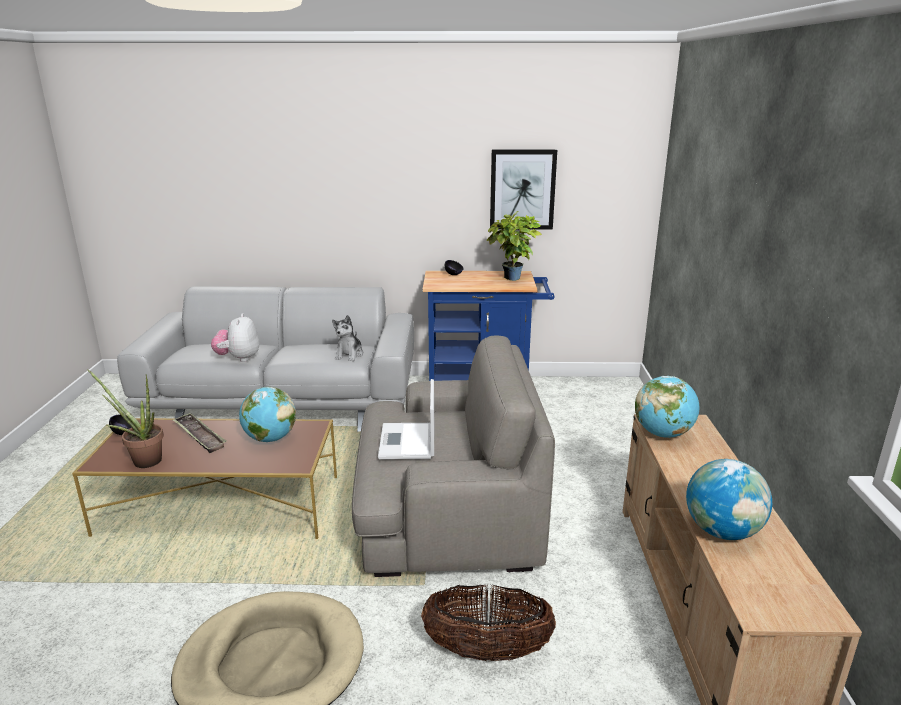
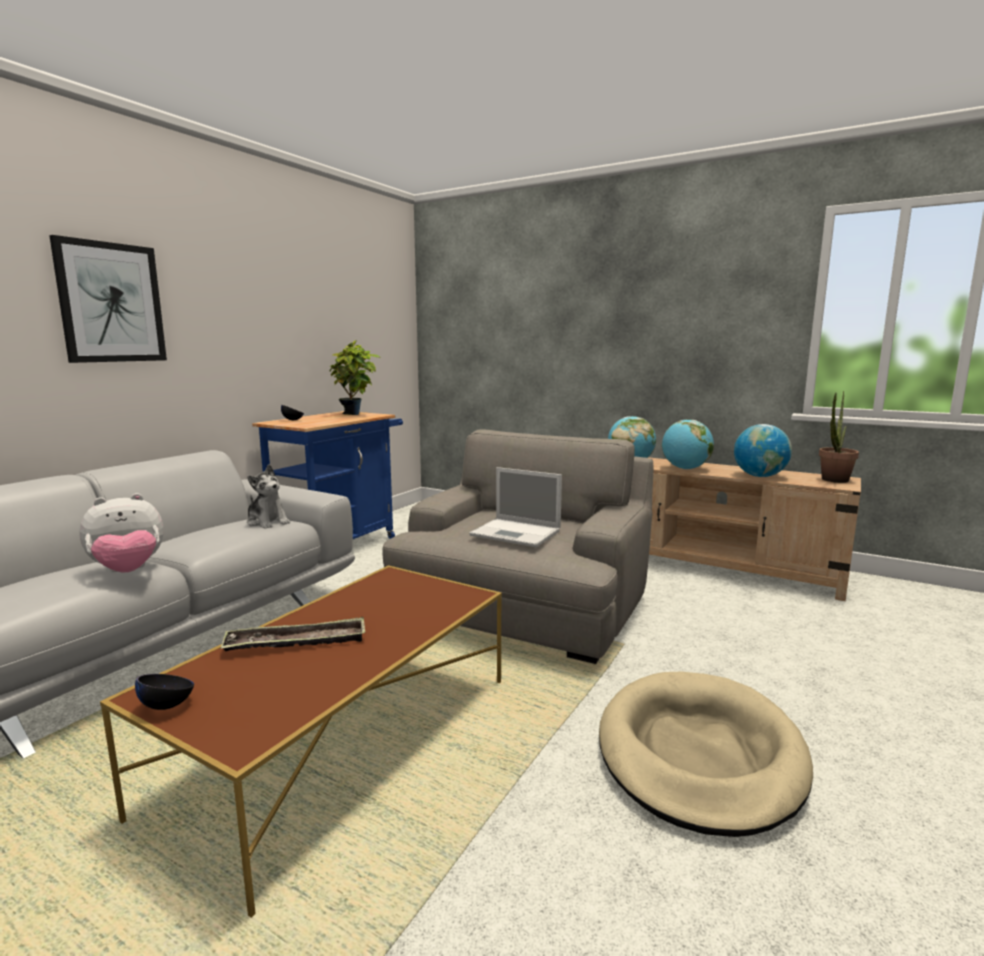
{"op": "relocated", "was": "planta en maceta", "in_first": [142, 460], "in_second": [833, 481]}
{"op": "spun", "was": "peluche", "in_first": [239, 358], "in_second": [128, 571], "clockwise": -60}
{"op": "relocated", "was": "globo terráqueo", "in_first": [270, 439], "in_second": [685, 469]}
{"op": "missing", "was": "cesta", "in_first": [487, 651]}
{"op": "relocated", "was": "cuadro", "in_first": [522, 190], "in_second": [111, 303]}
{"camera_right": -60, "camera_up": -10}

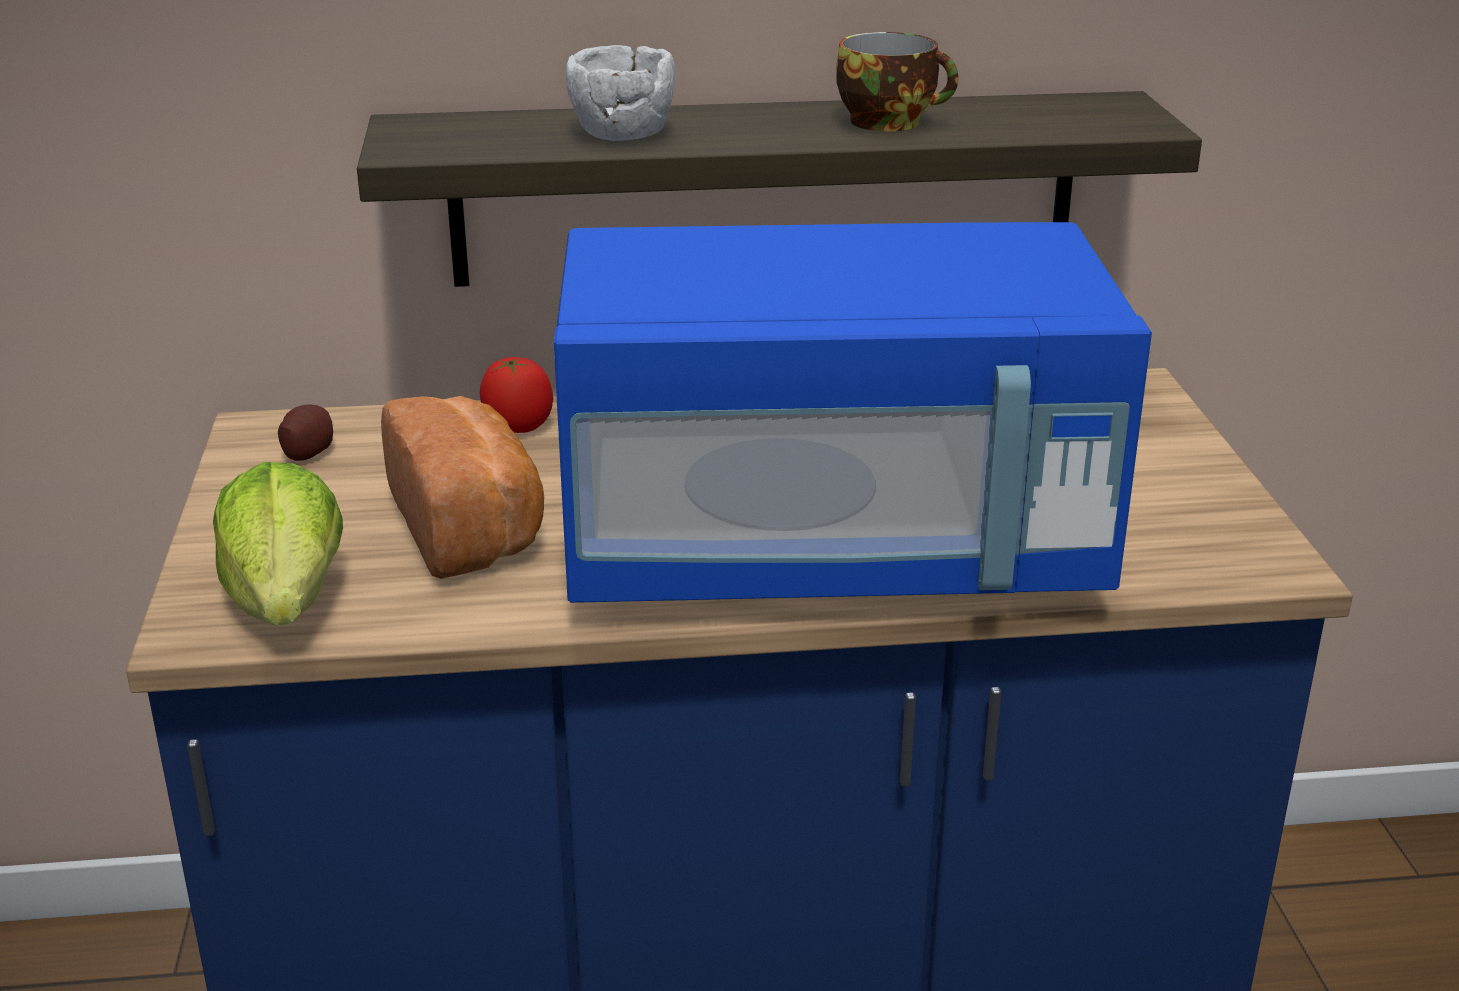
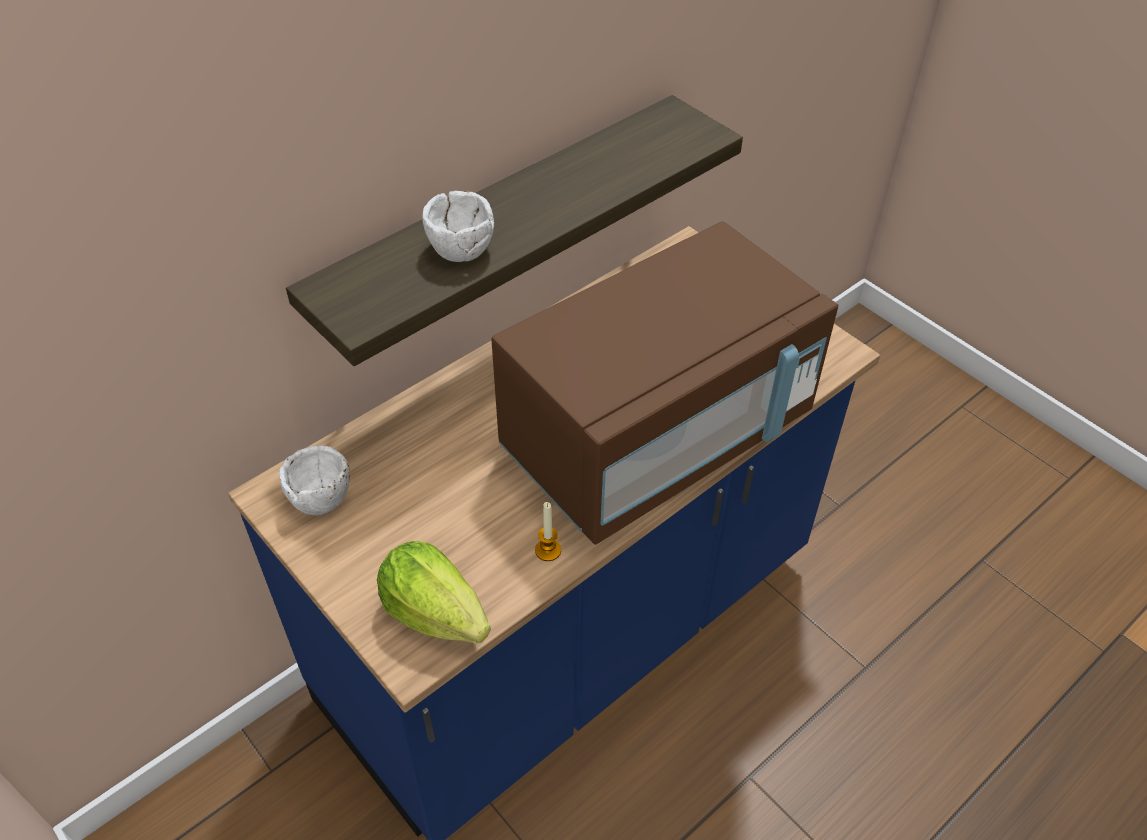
{"op": "exchanged", "was": "patata", "now": "cuenco/blanco", "in_first": [308, 451], "in_second": [321, 498]}
{"op": "missing", "was": "pan", "in_first": [472, 528]}
{"op": "missing", "was": "tomate", "in_first": [517, 427]}
{"op": "colour", "was": "microondas/azul", "now": "microondas/marrón", "in_first": [832, 551], "in_second": [657, 437]}
{"op": "missing", "was": "taza", "in_first": [891, 122]}
{"op": "appeared", "now": "vela", "in_second": [548, 550]}
{"camera_right": -35, "camera_up": 20}

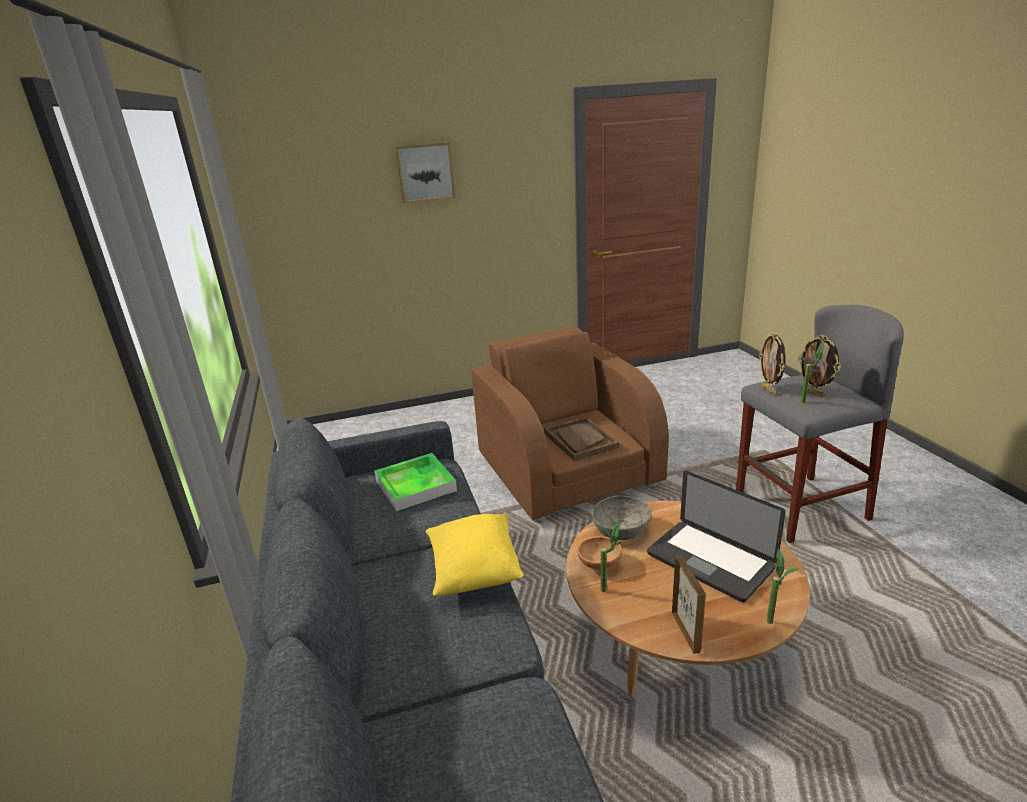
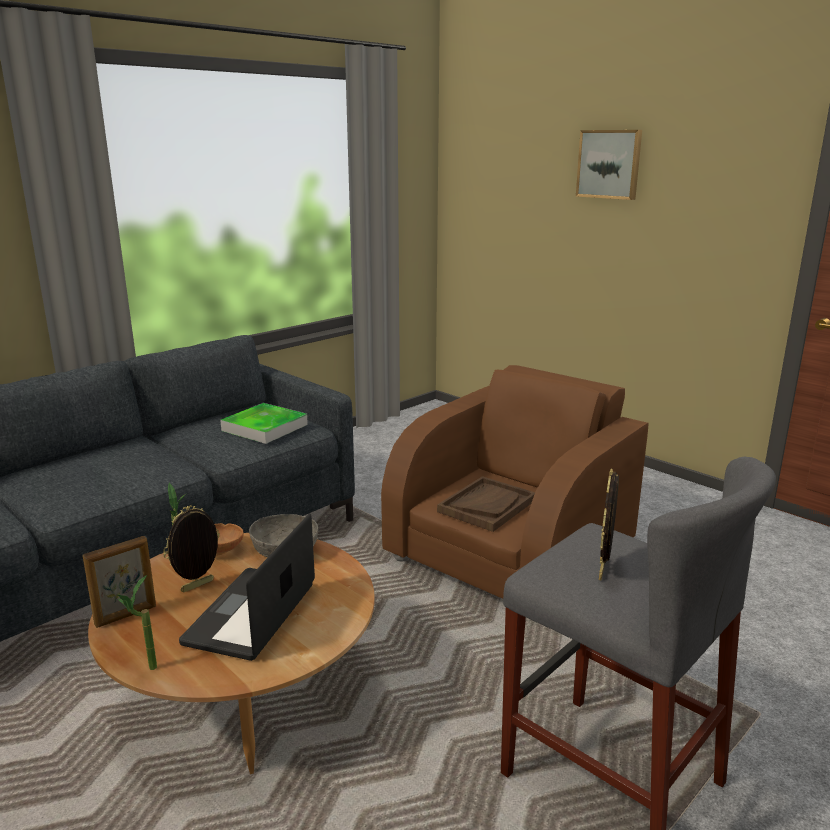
{"op": "missing", "was": "cojín/amarillo", "in_first": [474, 571]}
{"op": "relocated", "was": "portarretratos", "in_first": [769, 390], "in_second": [198, 586]}
{"op": "missing", "was": "planta en maceta", "in_first": [807, 401]}
{"camera_right": 60, "camera_up": -5}

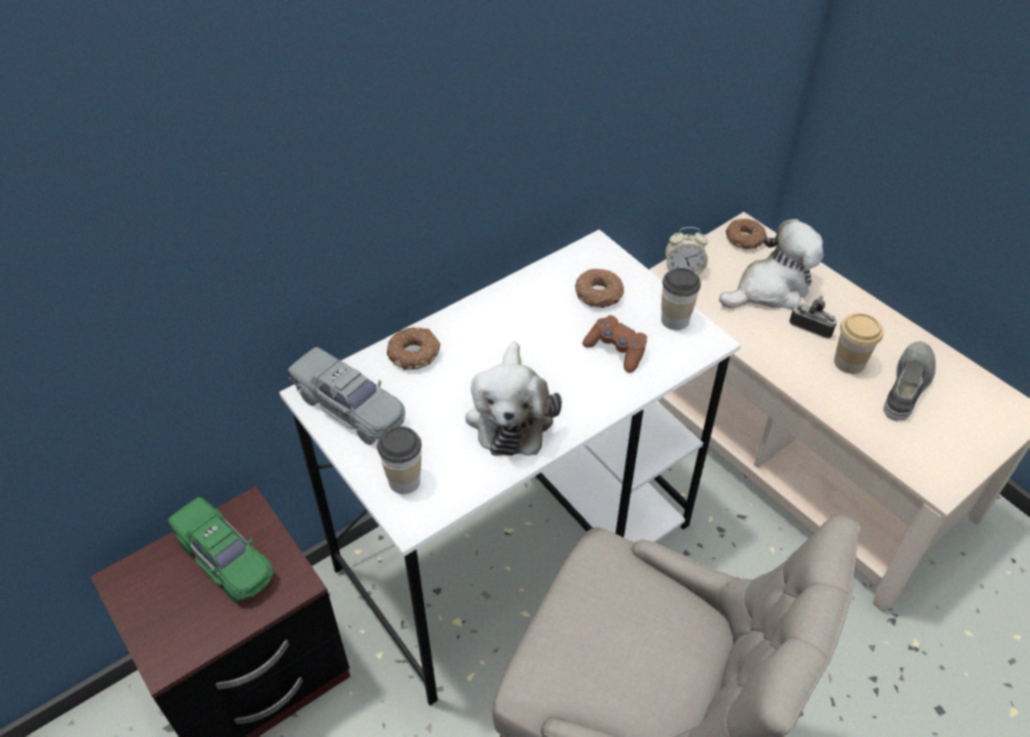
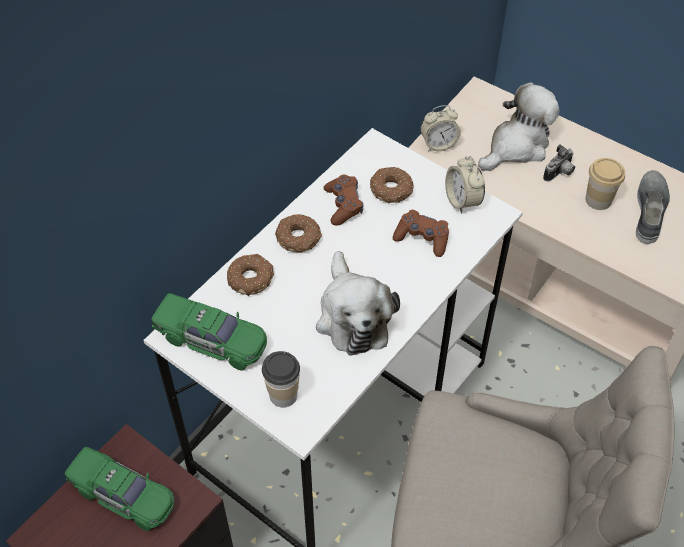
{"op": "colour", "was": "coche de juguete/gris", "now": "coche de juguete/verde", "in_first": [350, 407], "in_second": [212, 340]}
{"op": "exchanged", "was": "taza", "now": "despertador", "in_first": [675, 320], "in_second": [462, 201]}
{"op": "relocated", "was": "rosquilla", "in_first": [745, 239], "in_second": [299, 238]}
{"op": "spun", "was": "cámara", "in_first": [811, 326], "in_second": [559, 173], "clockwise": 120}
{"op": "appeared", "now": "mando de consola/marrón", "in_second": [343, 205]}
{"camera_right": -15, "camera_up": 5}

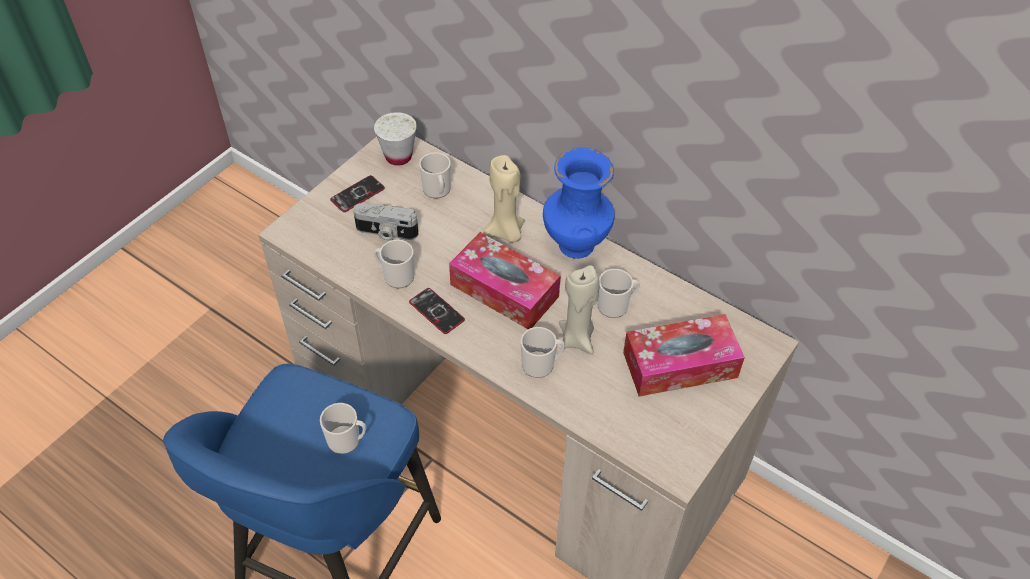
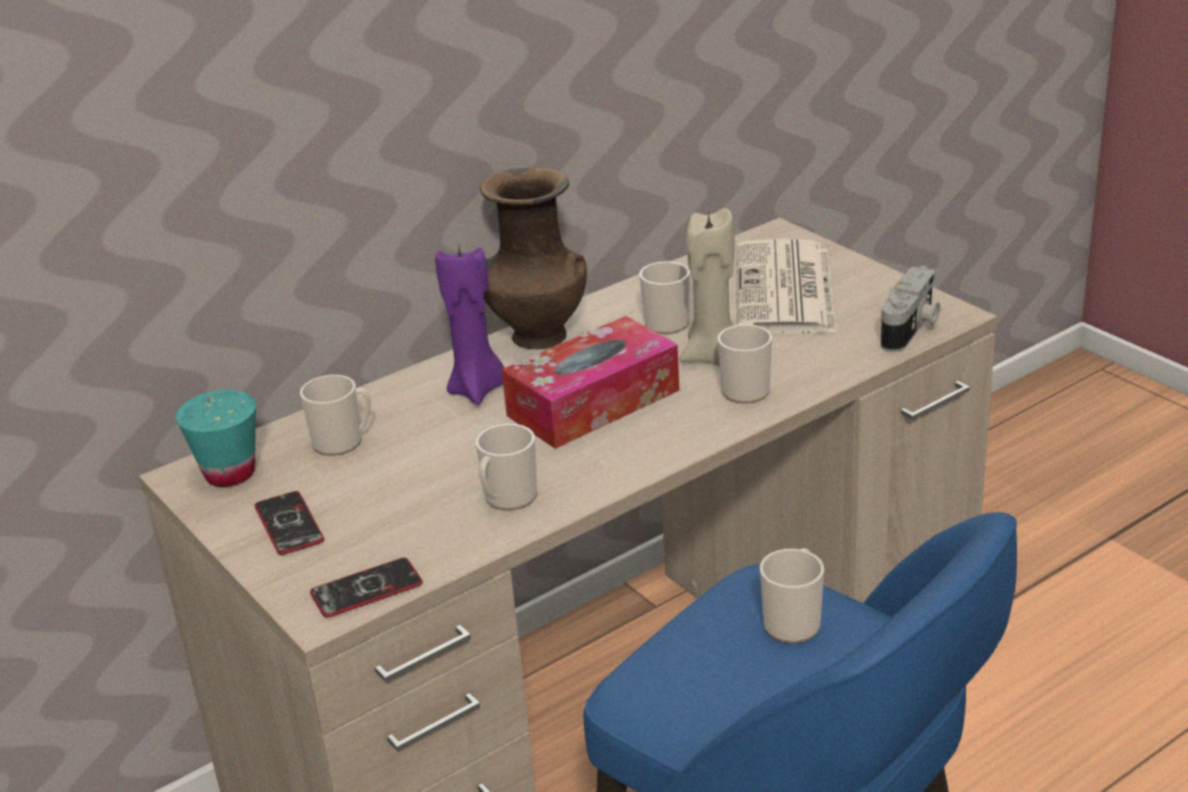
{"op": "relocated", "was": "cámara", "in_first": [386, 233], "in_second": [911, 329]}
{"op": "colour", "was": "taza/blanco", "now": "taza/turquesa", "in_first": [398, 156], "in_second": [230, 474]}
{"op": "relocated", "was": "móvil", "in_first": [436, 311], "in_second": [366, 589]}
{"op": "colour", "was": "vela/beis", "now": "vela/morado", "in_first": [505, 233], "in_second": [478, 390]}
{"op": "colour", "was": "florero/azul", "now": "florero/marrón", "in_first": [575, 244], "in_second": [536, 337]}
{"op": "exchanged", "was": "caja de pañuelos", "now": "periódico", "in_first": [680, 365], "in_second": [786, 291]}
{"camera_right": -70, "camera_up": -20}

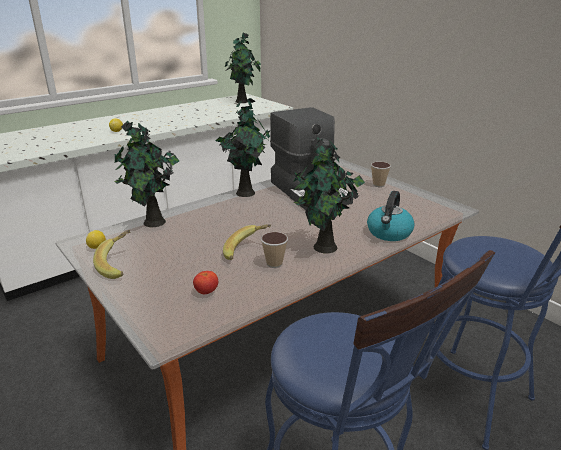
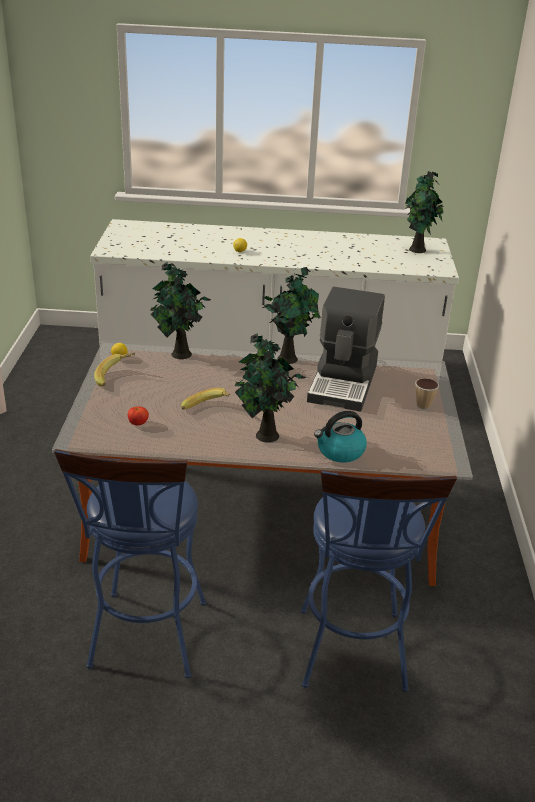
{"op": "missing", "was": "taza", "in_first": [274, 263]}
{"camera_right": 40, "camera_up": 5}

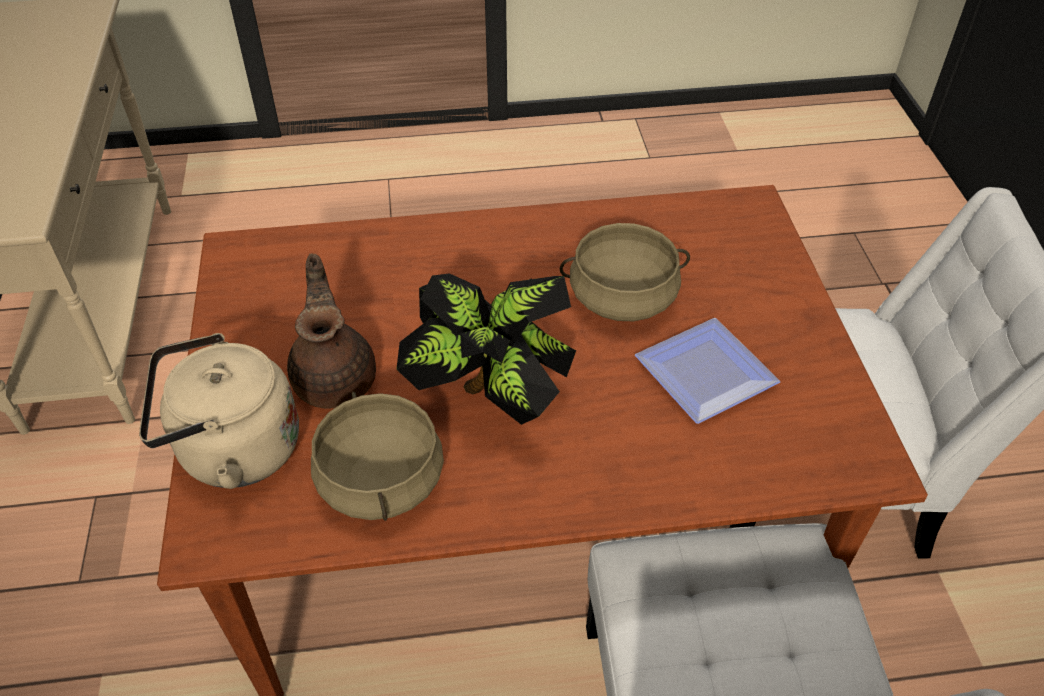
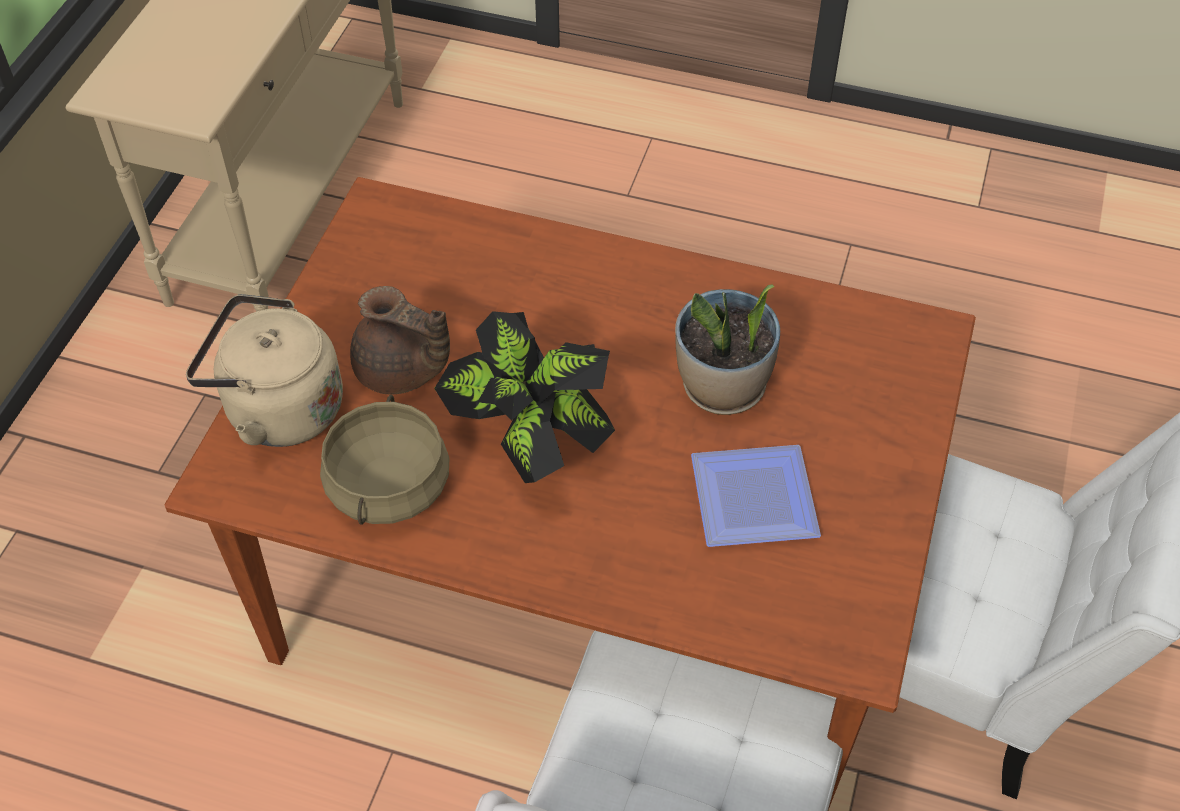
{"op": "spun", "was": "tetera/marrón", "in_first": [336, 377], "in_second": [401, 372], "clockwise": 105}
{"op": "exchanged", "was": "olla/beis", "now": "planta en maceta", "in_first": [623, 297], "in_second": [722, 388]}
{"camera_right": 25, "camera_up": 5}

